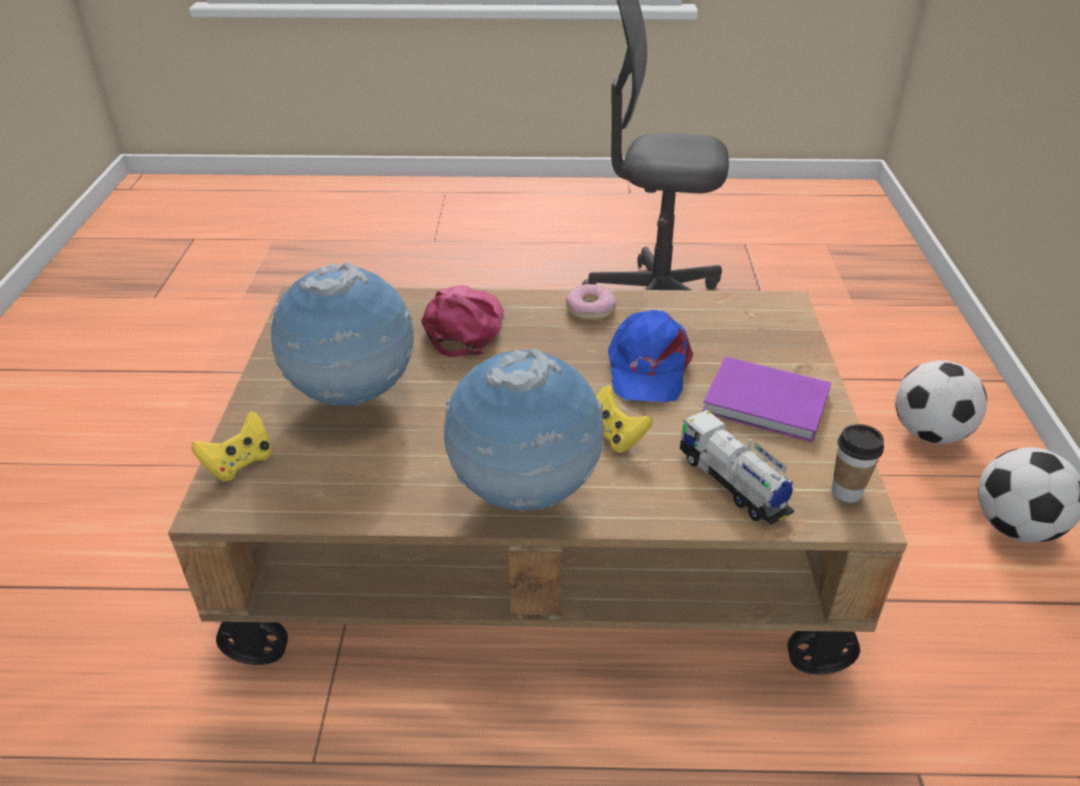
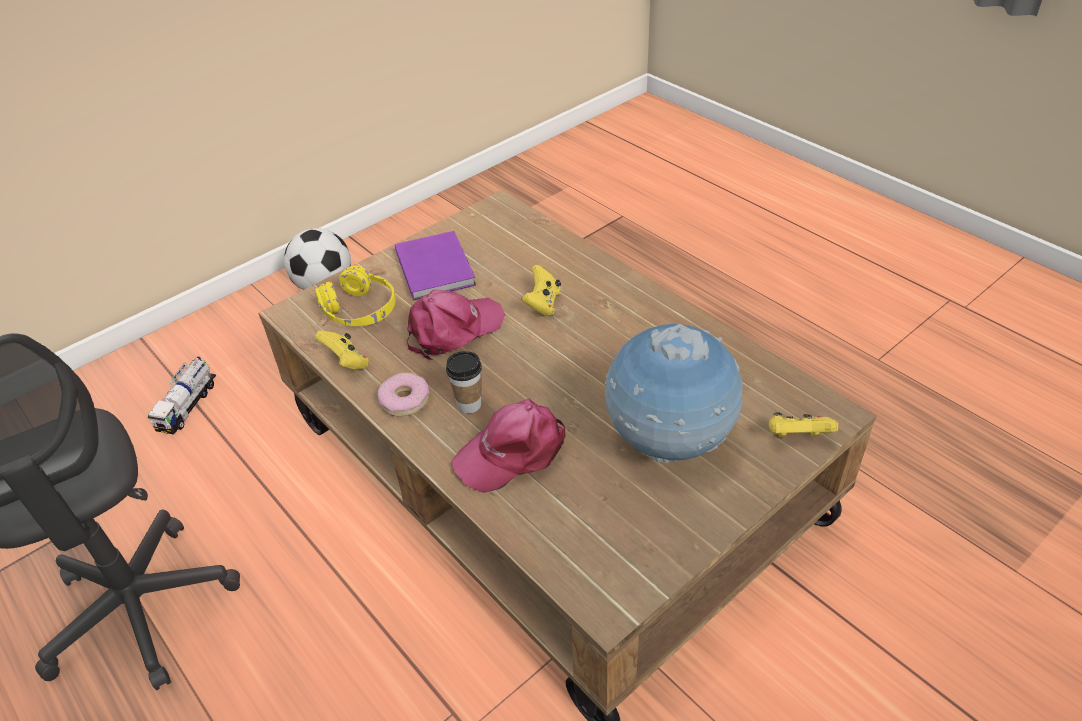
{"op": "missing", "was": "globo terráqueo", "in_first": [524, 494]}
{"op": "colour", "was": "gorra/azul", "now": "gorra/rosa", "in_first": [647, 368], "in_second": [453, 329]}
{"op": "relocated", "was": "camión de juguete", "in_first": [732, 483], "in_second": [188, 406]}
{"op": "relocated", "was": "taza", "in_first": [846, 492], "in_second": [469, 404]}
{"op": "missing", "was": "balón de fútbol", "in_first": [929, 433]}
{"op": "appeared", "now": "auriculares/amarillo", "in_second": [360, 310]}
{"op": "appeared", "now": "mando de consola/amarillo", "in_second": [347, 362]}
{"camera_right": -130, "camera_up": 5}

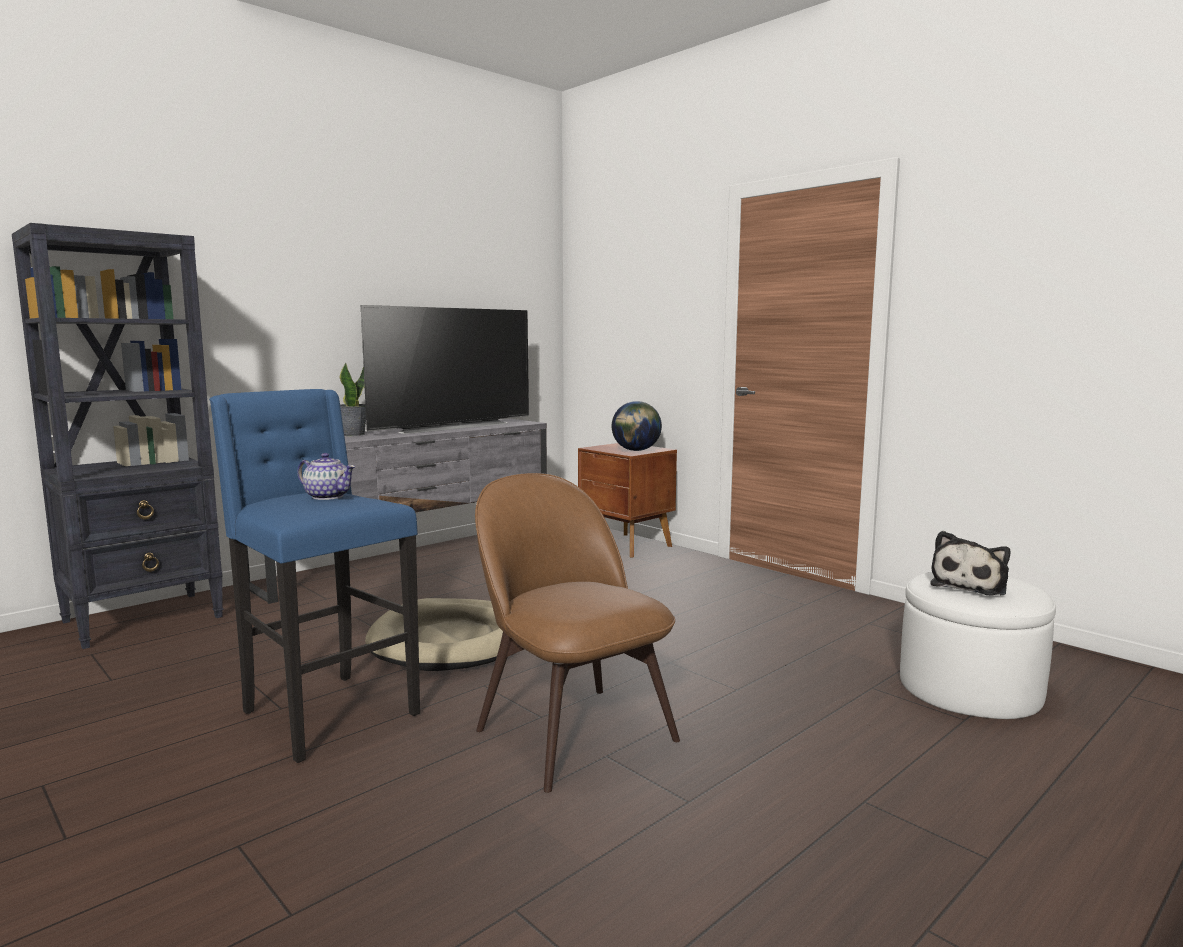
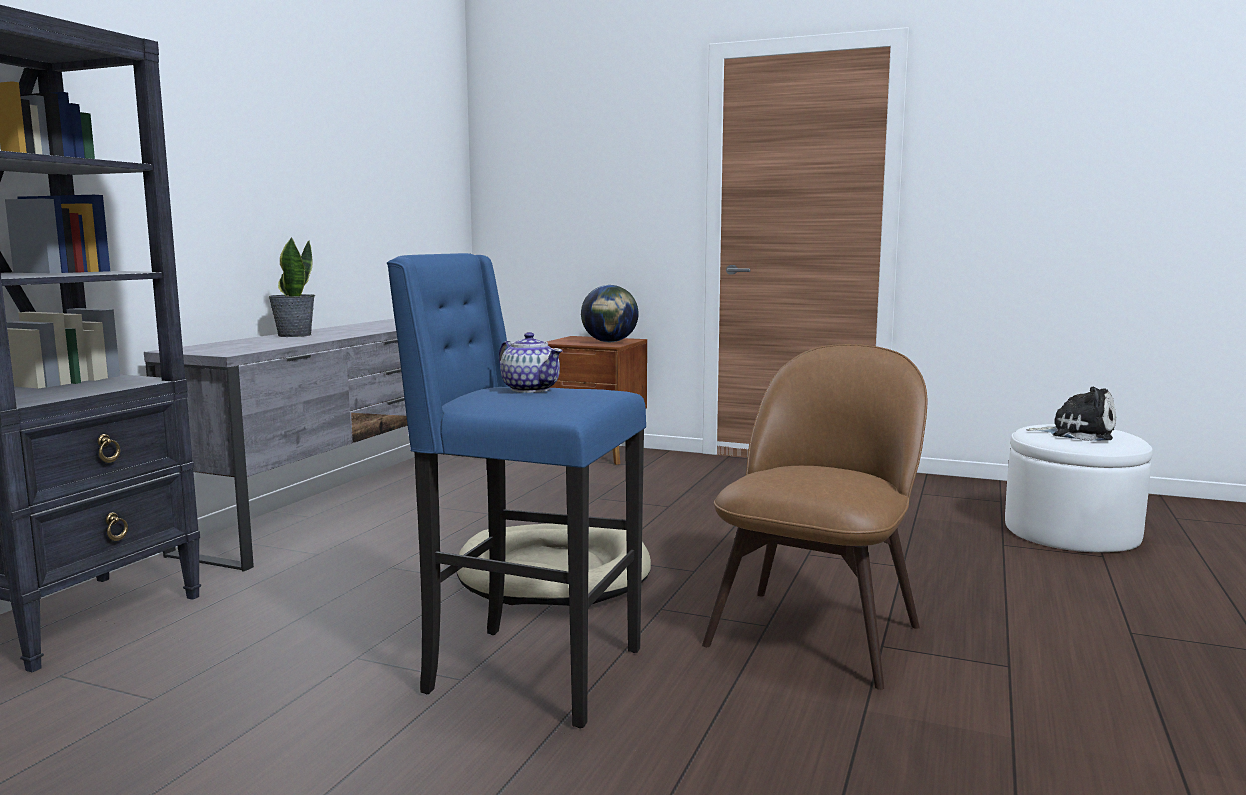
{"op": "spun", "was": "tetera", "in_first": [327, 496], "in_second": [530, 389], "clockwise": 45}
{"op": "missing", "was": "televisor", "in_first": [450, 427]}
{"op": "spun", "was": "silla/marrón", "in_first": [571, 731], "in_second": [817, 631], "clockwise": 90}
{"op": "spun", "was": "peluche", "in_first": [970, 585], "in_second": [1077, 434], "clockwise": -75}
{"camera_right": -25, "camera_up": 0}

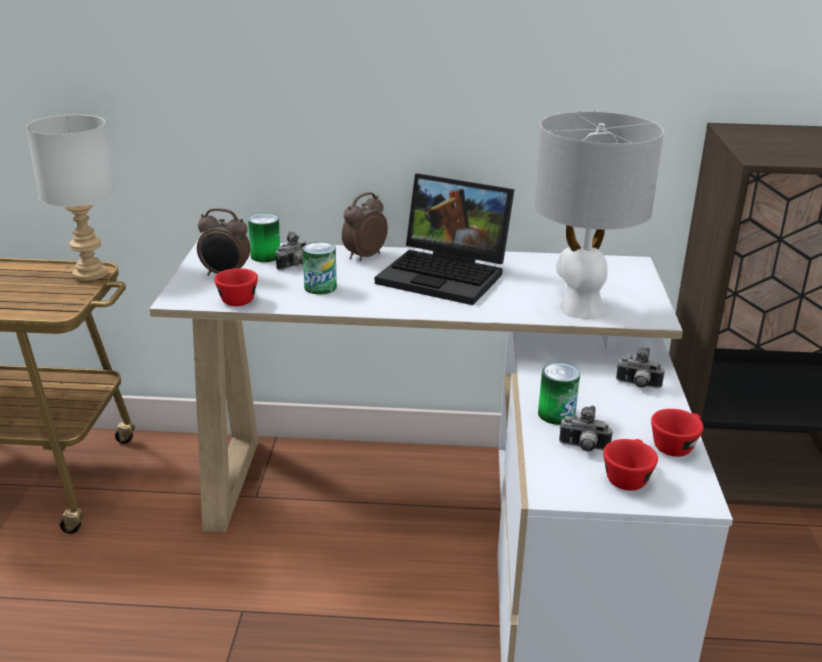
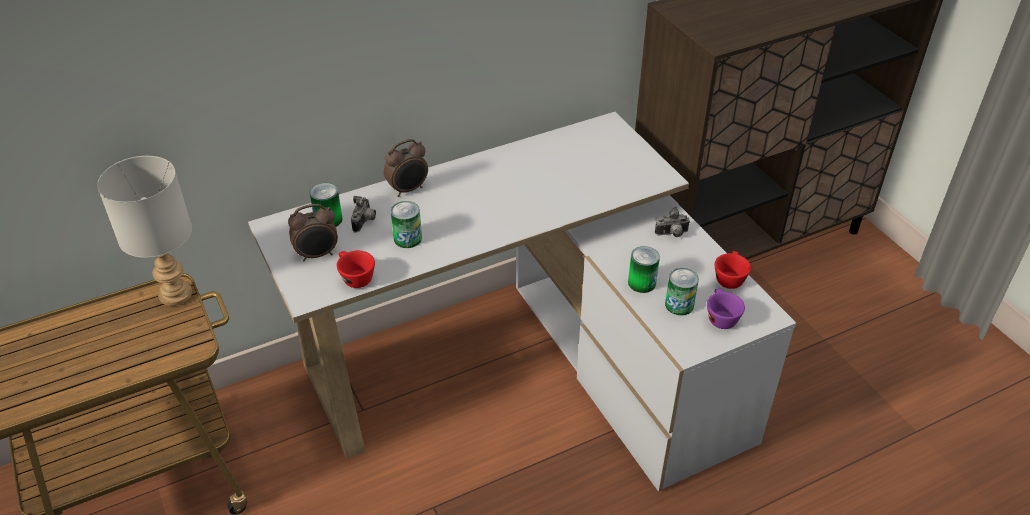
{"op": "spun", "was": "despertador", "in_first": [363, 256], "in_second": [408, 190], "clockwise": -135}
{"op": "missing", "was": "portátil", "in_first": [447, 275]}
{"op": "missing", "was": "lámpara de mesa/gris", "in_first": [580, 308]}
{"op": "exchanged", "was": "cámara", "now": "lata", "in_first": [583, 448], "in_second": [679, 305]}
{"op": "colour", "was": "taza/rojo", "now": "taza/morado", "in_first": [627, 477], "in_second": [720, 317]}
{"camera_right": -30, "camera_up": 15}

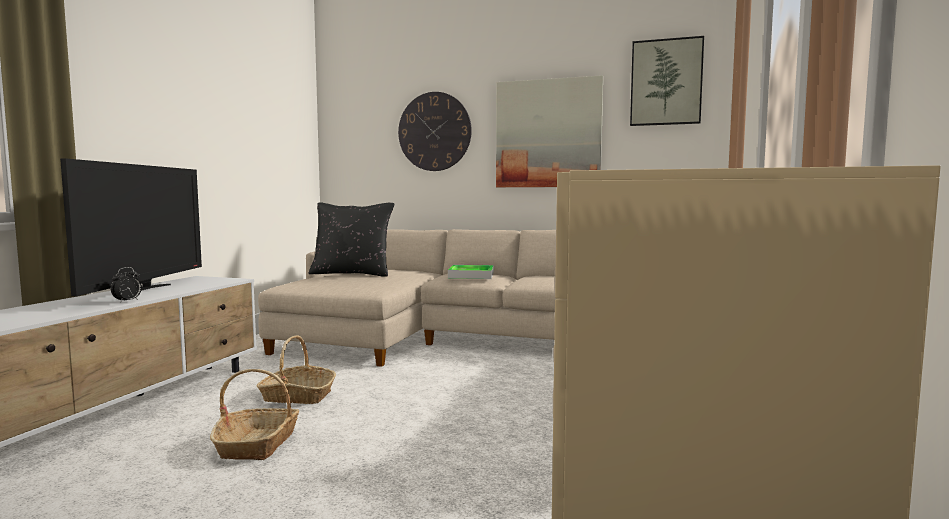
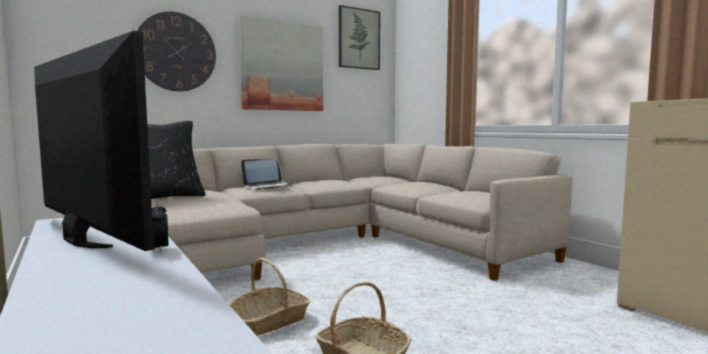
{"op": "exchanged", "was": "bandeja", "now": "portátil", "in_first": [471, 275], "in_second": [266, 186]}
{"camera_right": -50, "camera_up": 0}

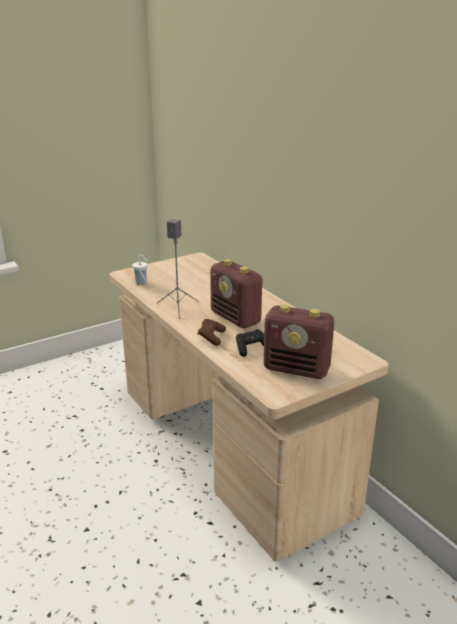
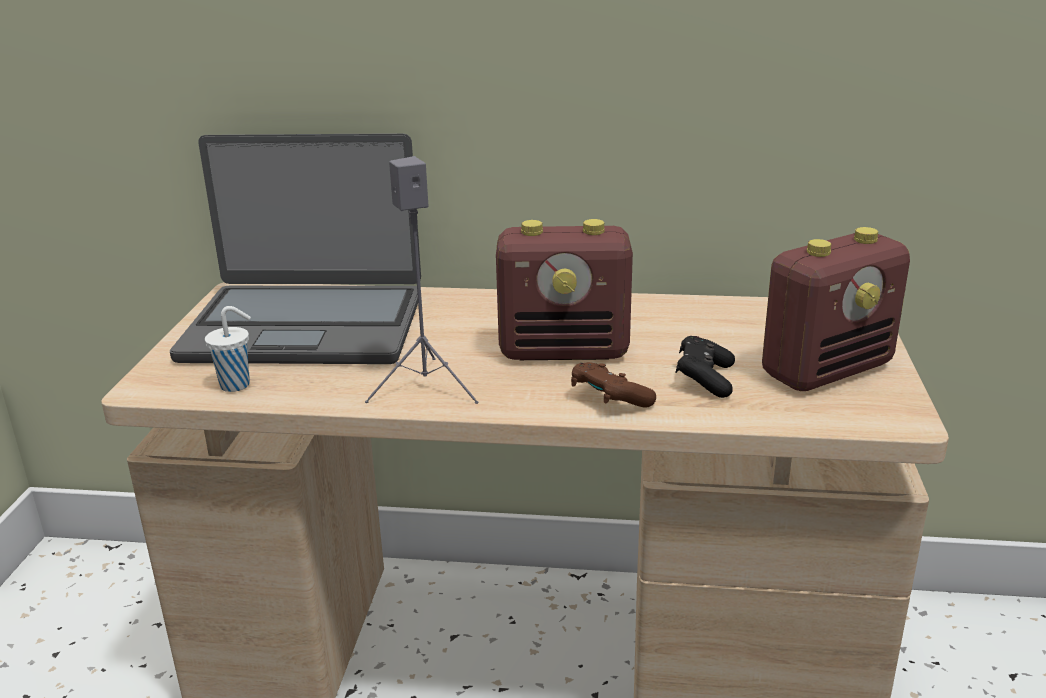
{"op": "appeared", "now": "portátil", "in_second": [305, 326]}
{"camera_right": -50, "camera_up": 0}

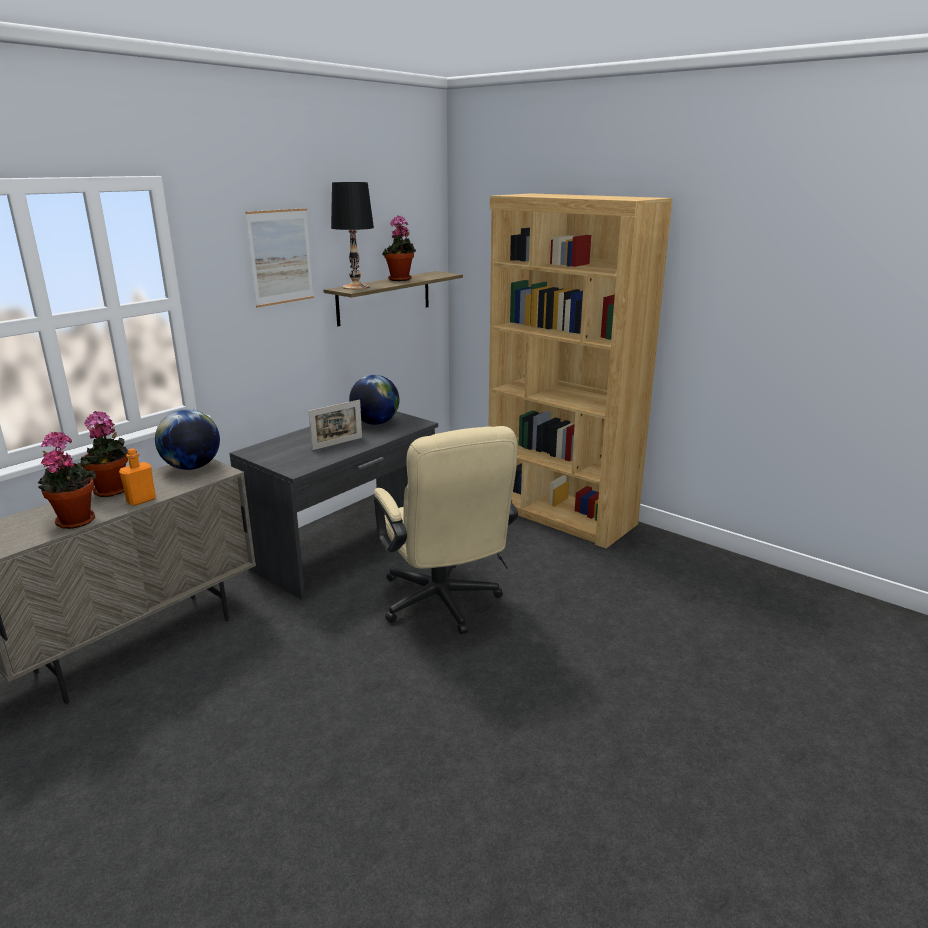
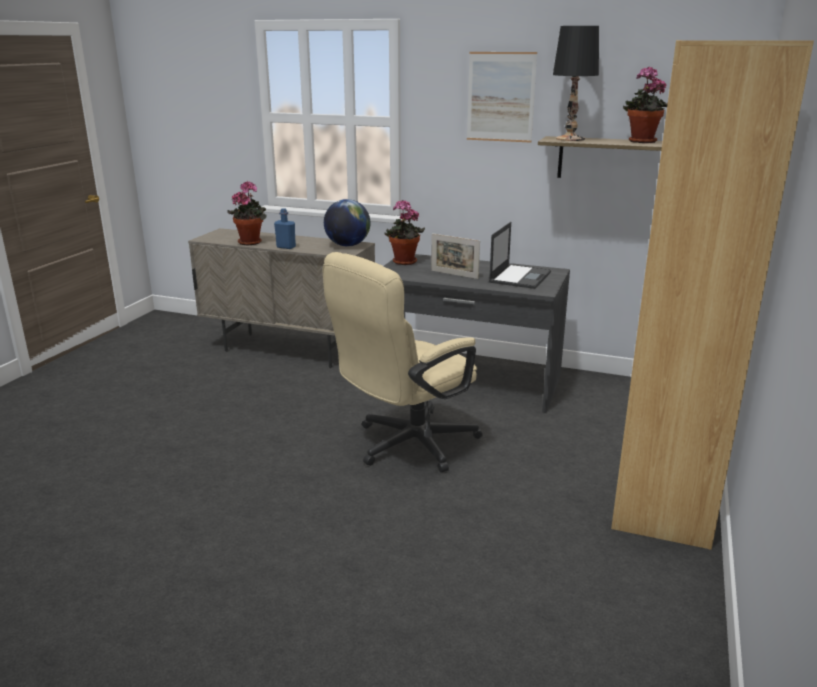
{"op": "relocated", "was": "planta en maceta", "in_first": [112, 491], "in_second": [403, 262]}
{"op": "colour", "was": "botella/naranja", "now": "botella/azul", "in_first": [141, 500], "in_second": [286, 247]}
{"op": "exchanged", "was": "globo terráqueo", "now": "portátil", "in_first": [375, 423], "in_second": [520, 277]}
{"camera_right": 70, "camera_up": 0}

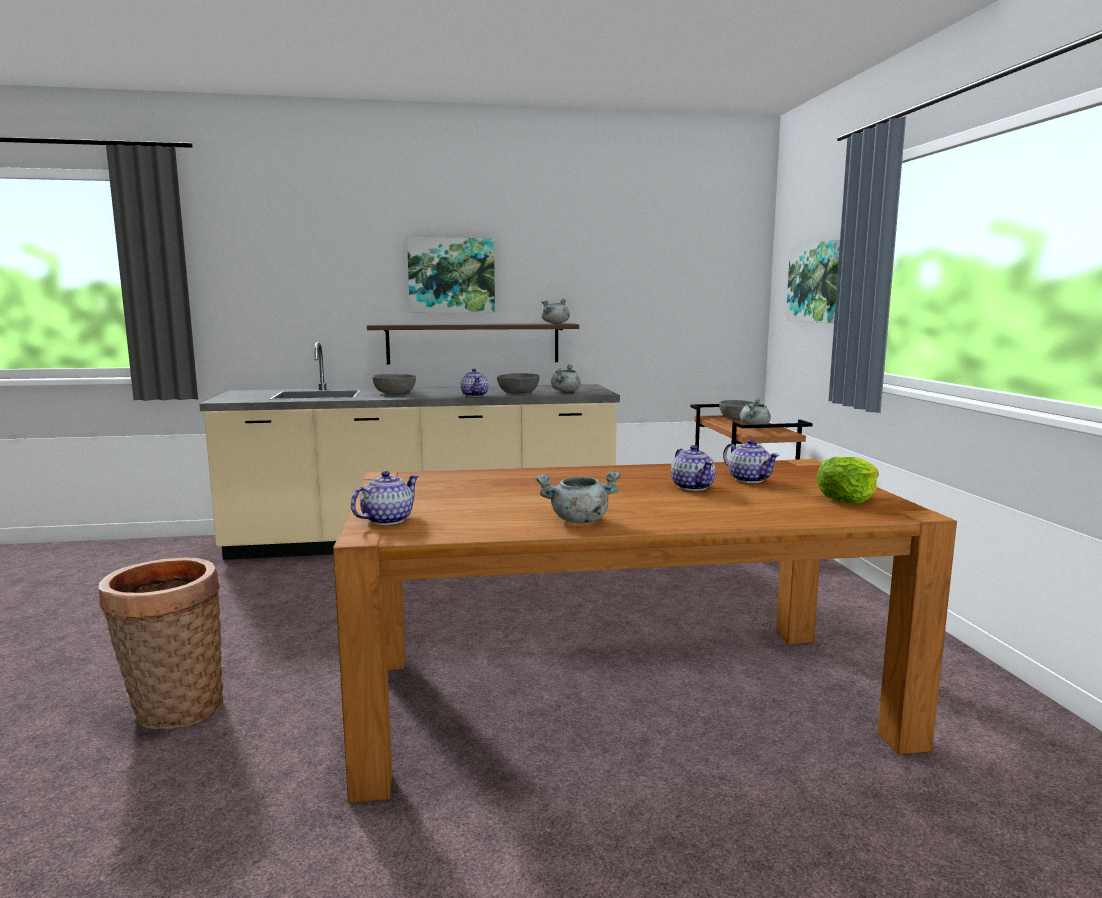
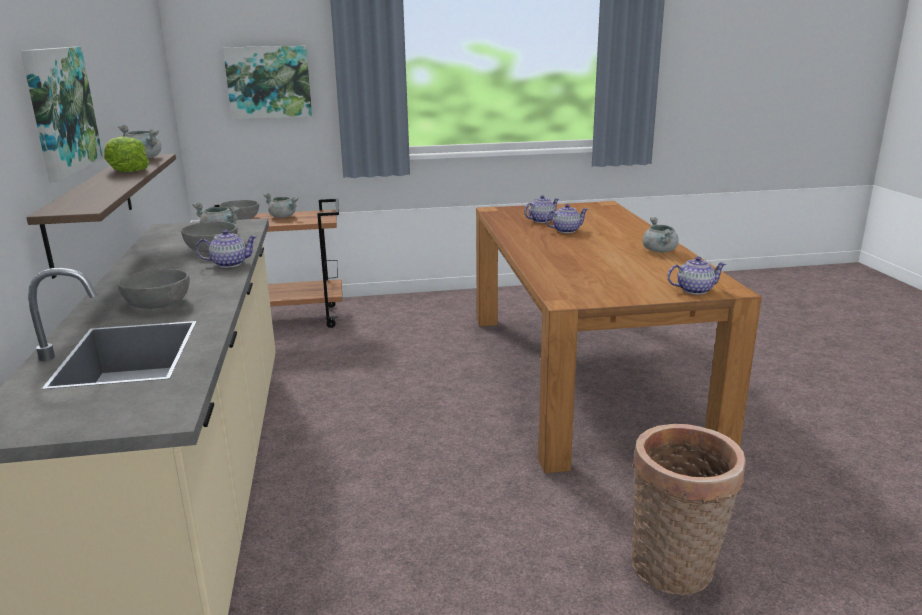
{"op": "spun", "was": "tetera", "in_first": [386, 520], "in_second": [694, 290], "clockwise": 135}
{"op": "relocated", "was": "lechuga", "in_first": [847, 498], "in_second": [127, 170]}
{"camera_right": -90, "camera_up": 10}

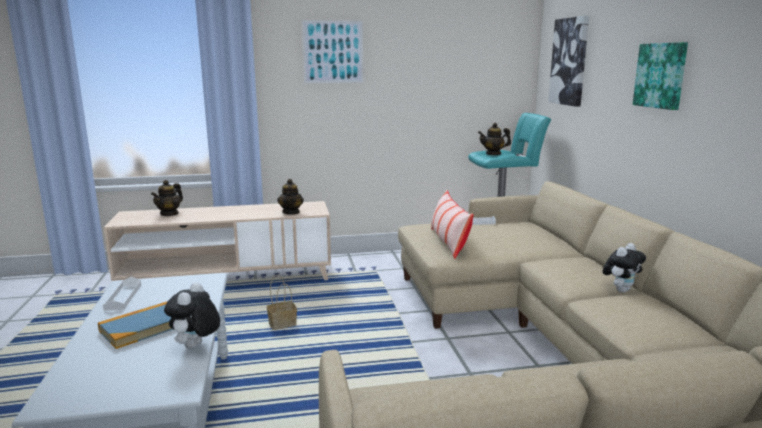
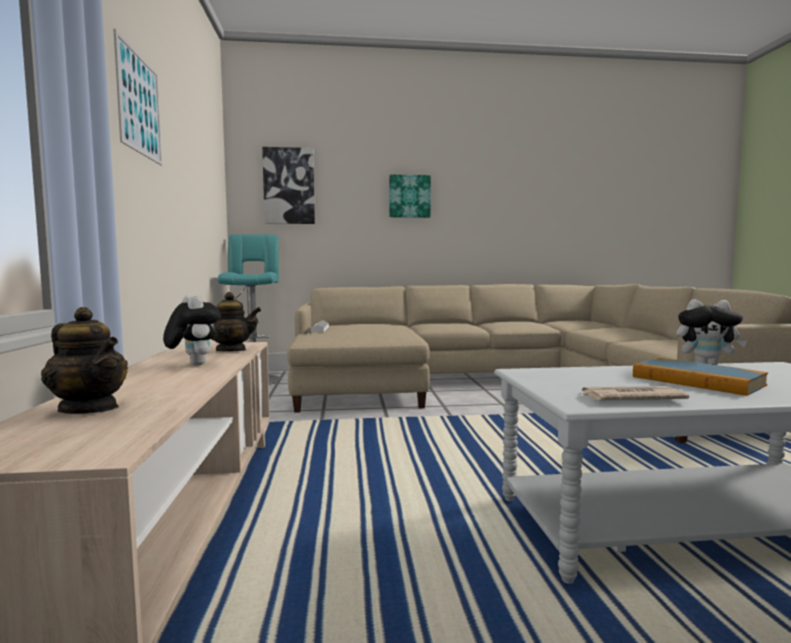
{"op": "exchanged", "was": "bandeja/blanco", "now": "periódico", "in_first": [123, 297], "in_second": [629, 398]}
{"op": "missing", "was": "cesta", "in_first": [283, 324]}
{"op": "missing", "was": "cojín", "in_first": [449, 242]}
{"op": "missing", "was": "tetera", "in_first": [493, 154]}
{"op": "relocated", "was": "peluche", "in_first": [621, 290], "in_second": [193, 364]}
{"camera_right": -85, "camera_up": -10}

